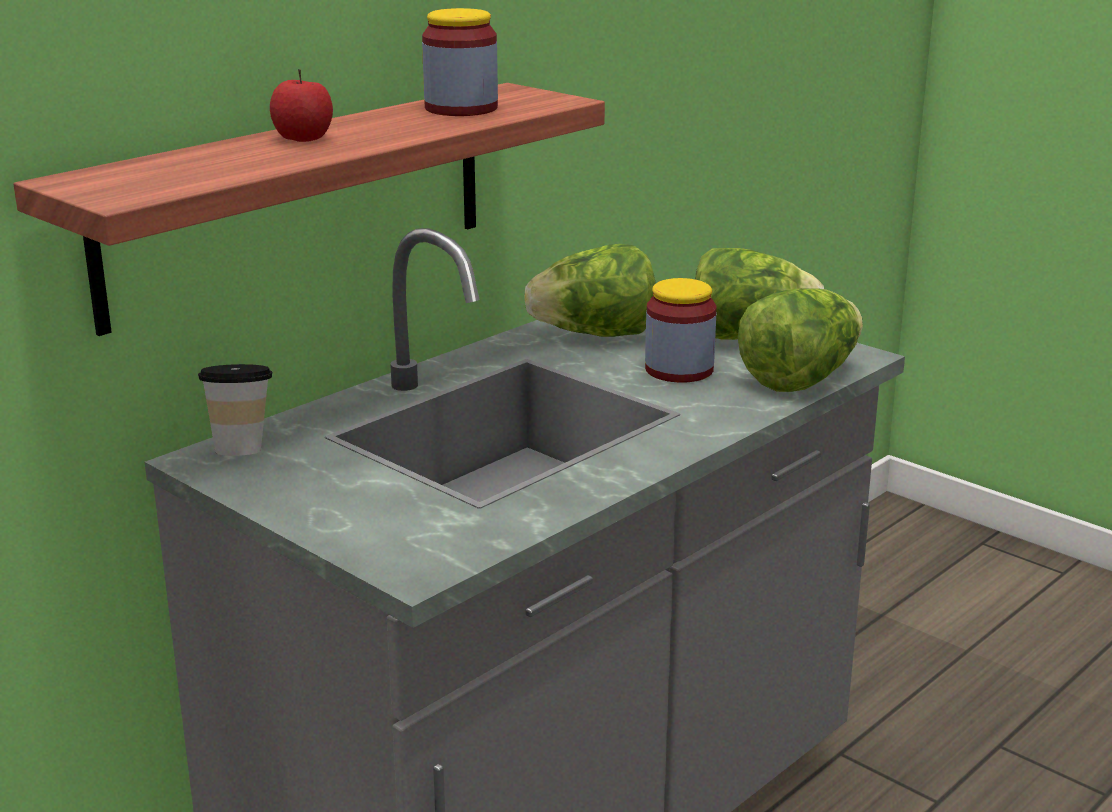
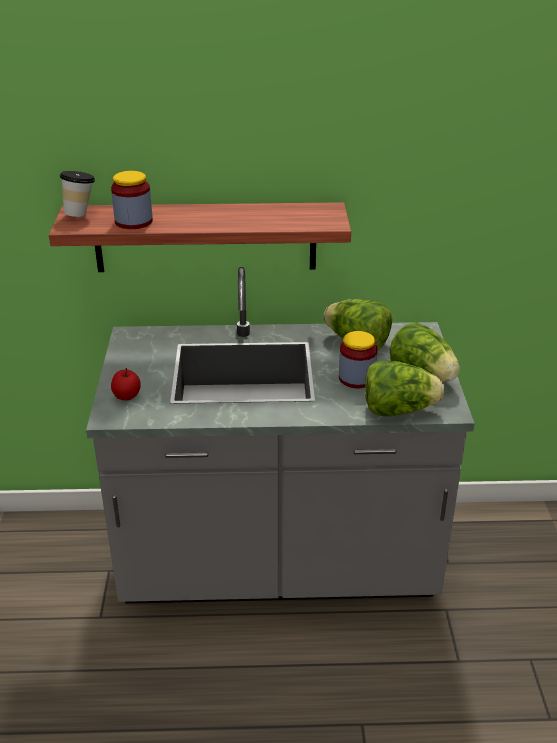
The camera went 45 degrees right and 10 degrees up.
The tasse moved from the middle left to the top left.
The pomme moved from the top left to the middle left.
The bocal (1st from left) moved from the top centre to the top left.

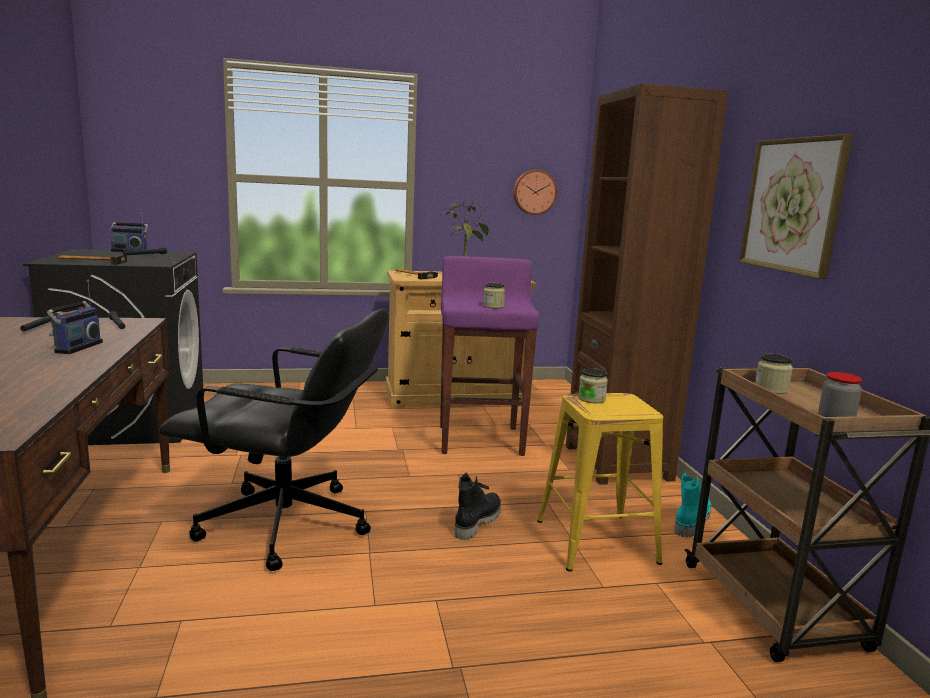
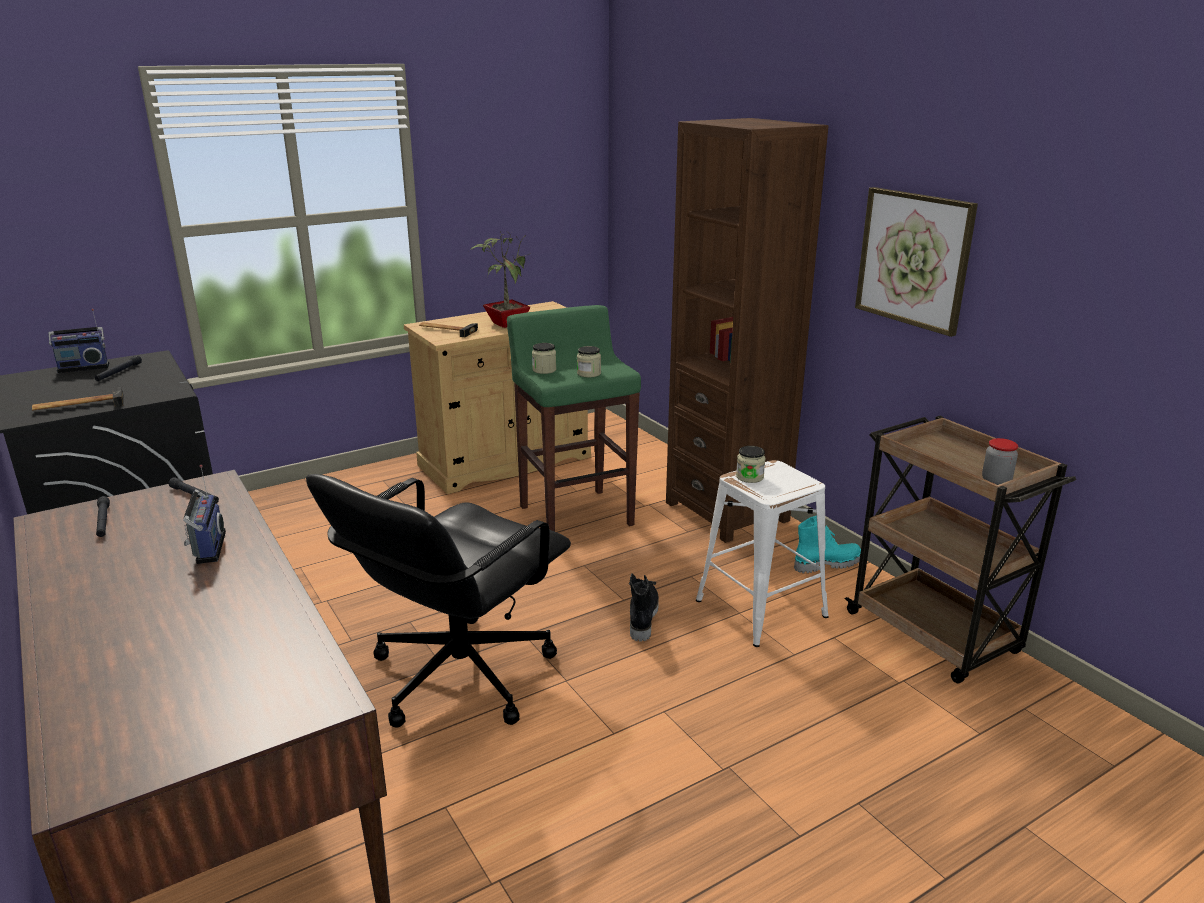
The camera went 20 degrees left and 10 degrees up.
The horloge murale at the top centre disappeared.
The bocal (3rd from left in the first image) moved from the middle right to the centre.
The tabouret (violet) at the centre became the tabouret (vert) at the centre.
The tabouret (jaune) at the bottom centre became the tabouret (blanc) at the centre.
The chaise de bureau (noir) at the middle left turned 135 degrees clockwise.
The botte (turquoise) at the bottom right turned 60 degrees clockwise.

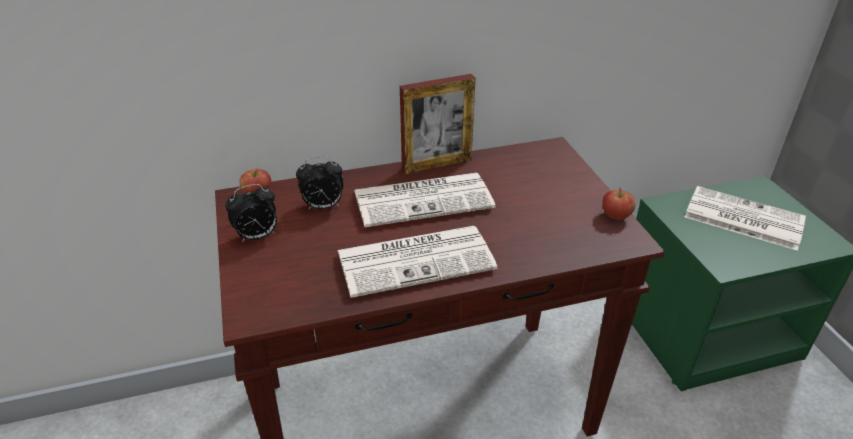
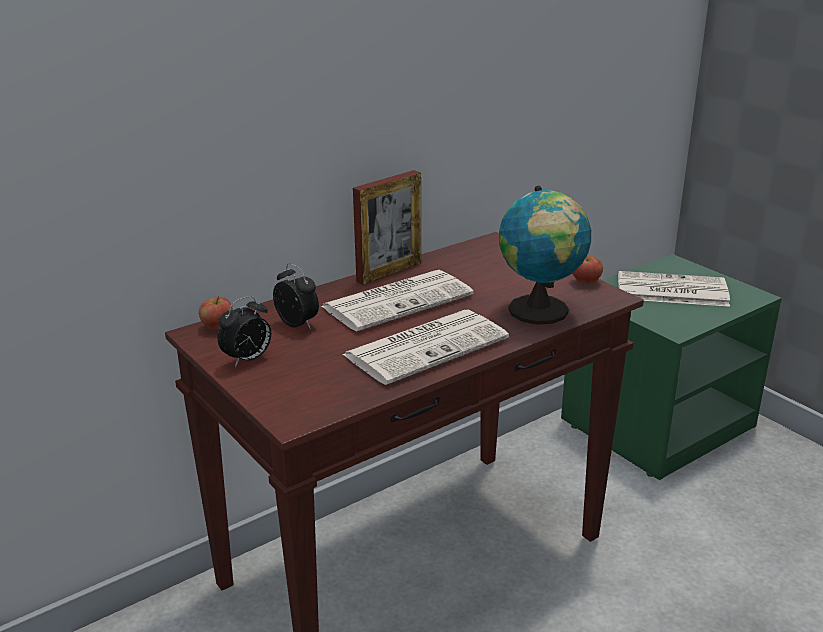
The camera went 20 degrees left and 10 degrees down.
The globe at the centre appeared.
The réveil (2nd from left) at the centre turned 105 degrees counterclockwise.

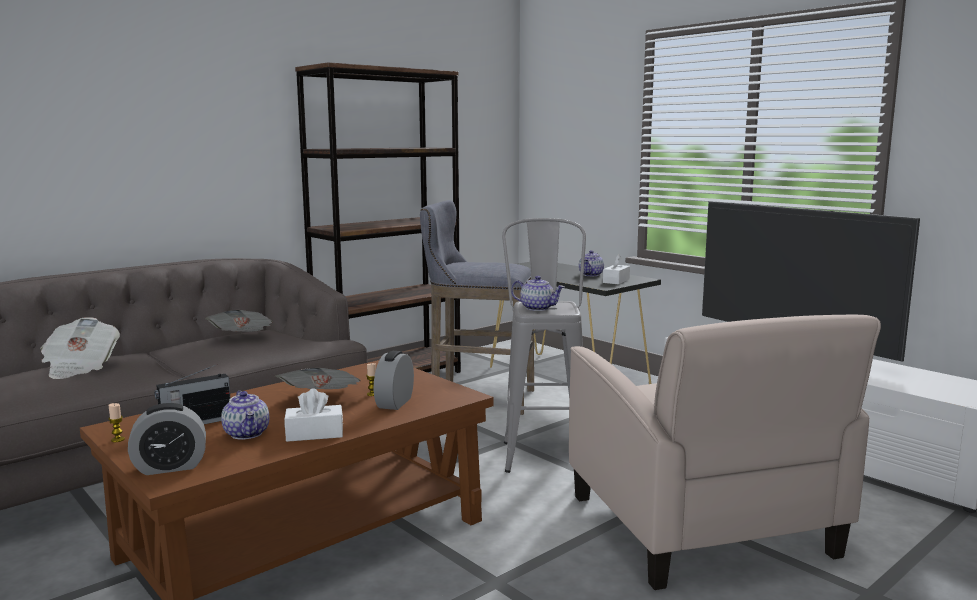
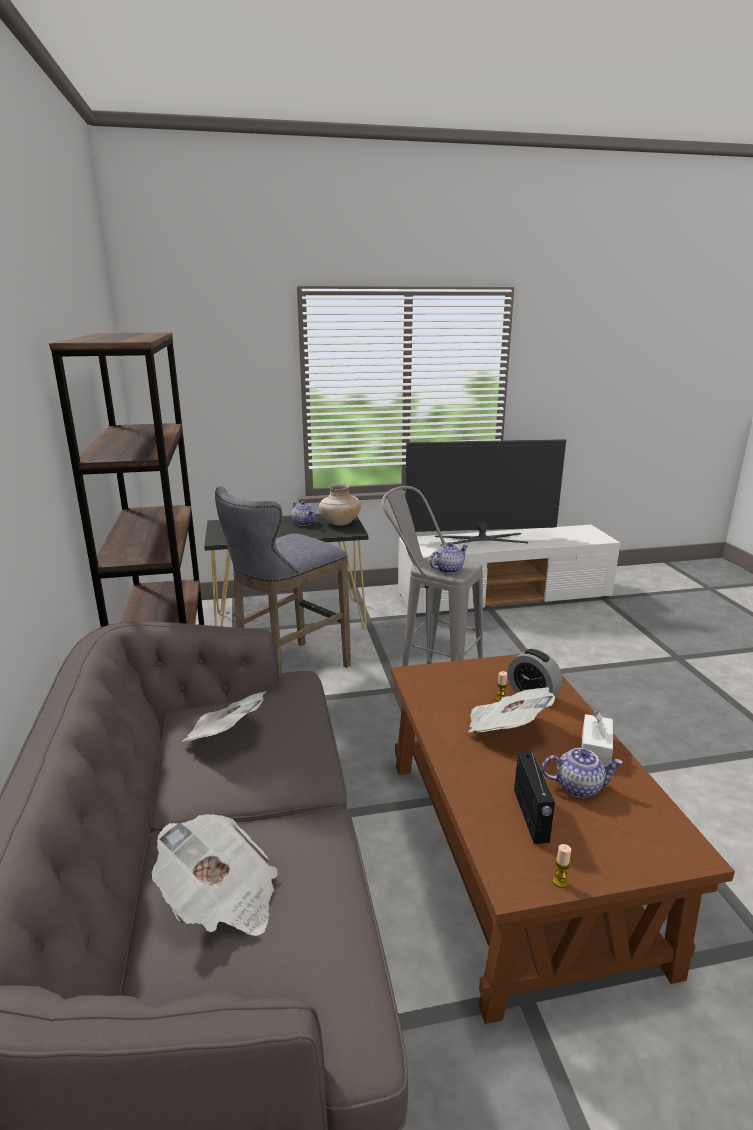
The camera went 60 degrees left and 10 degrees up.
The réveil (1st from left) at the bottom left disappeared.
The fauteuil (beige) at the bottom right disappeared.
The boîte à mouchoirs (blanc) (2nd from left) at the centre was replaced by the vase (beige) at the centre.

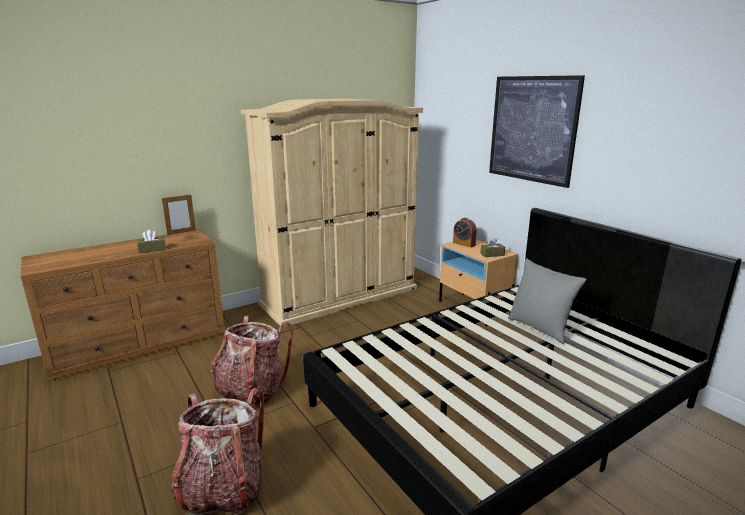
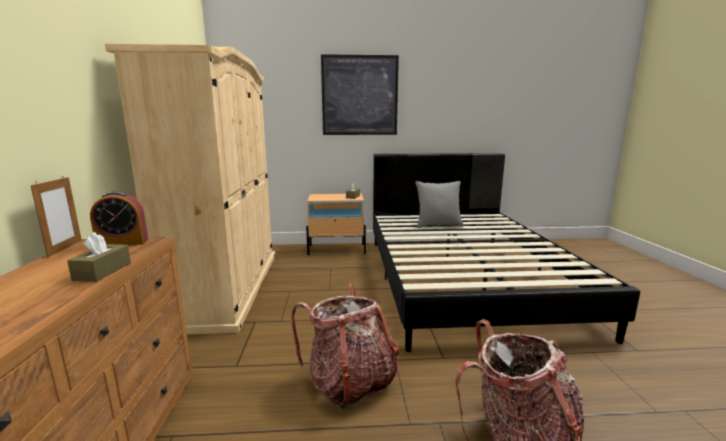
The camera went 60 degrees left and 5 degrees down.
The réveil moved from the centre to the middle left.

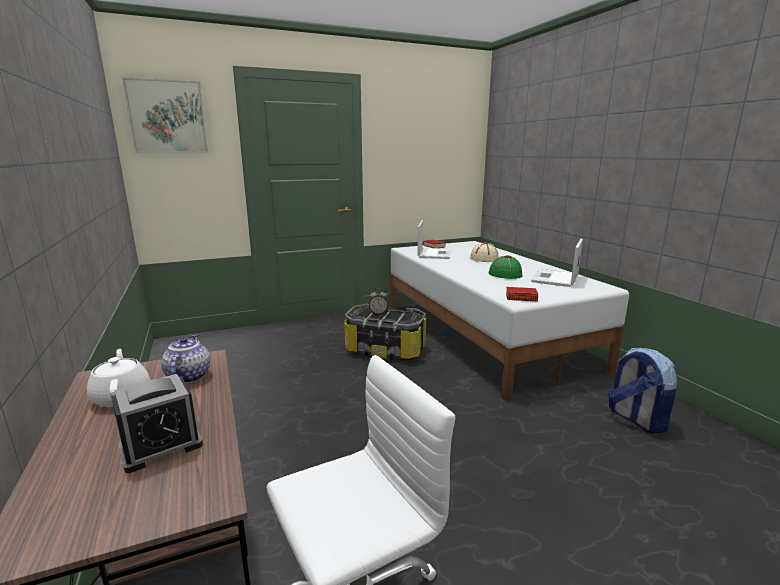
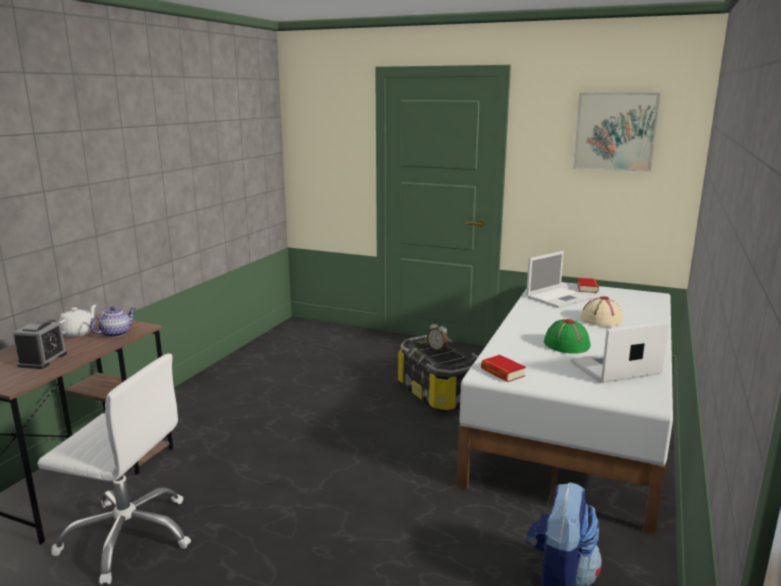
The camera went 45 degrees right and 0 degrees up.
The tableau moved from the top left to the top right.
The réveil (1st from left) at the bottom left turned 90 degrees counterclockwise.

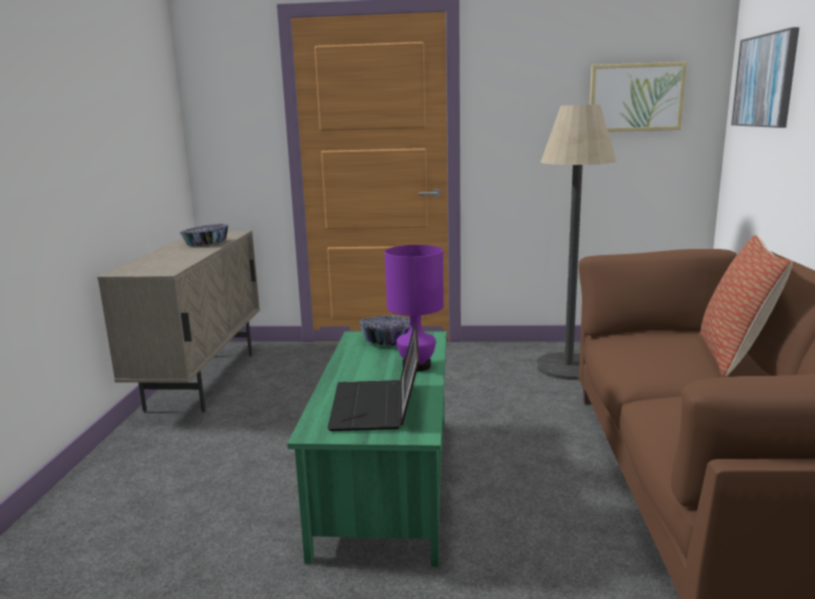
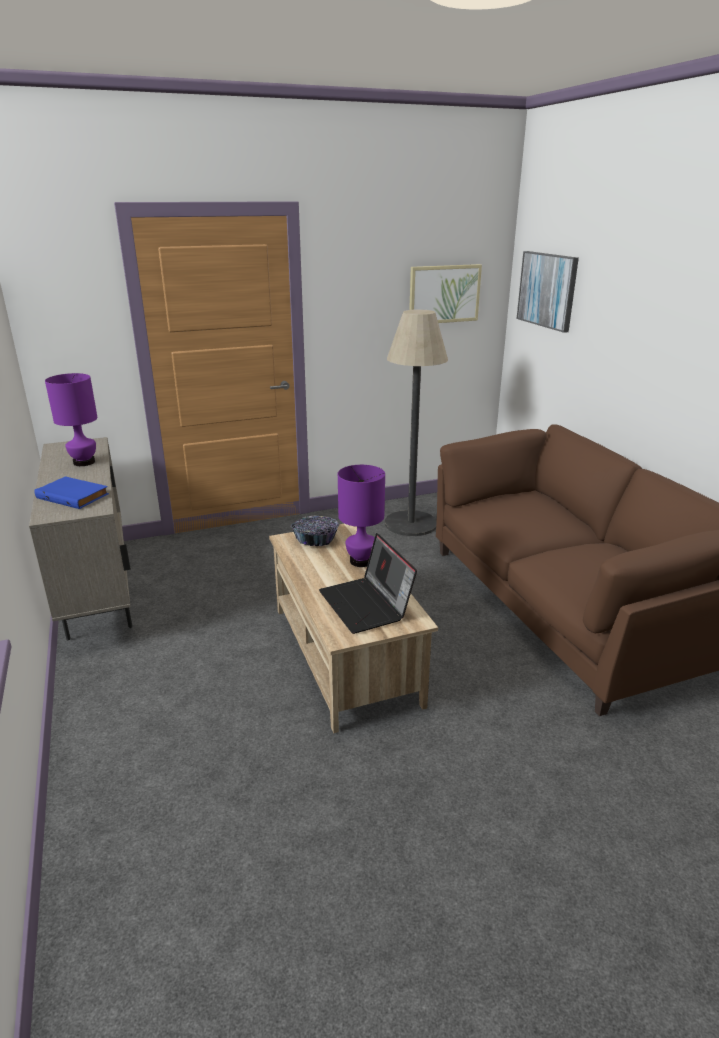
The camera went 25 degrees left and 10 degrees up.
The coussin at the middle right disappeared.
The livre (bleu) at the middle left appeared.
The bol (1st from left) at the middle left was replaced by the lampe de table (violet) (1st from left) at the middle left.
The table basse (vert) at the bottom centre became the table basse (beige) at the centre.

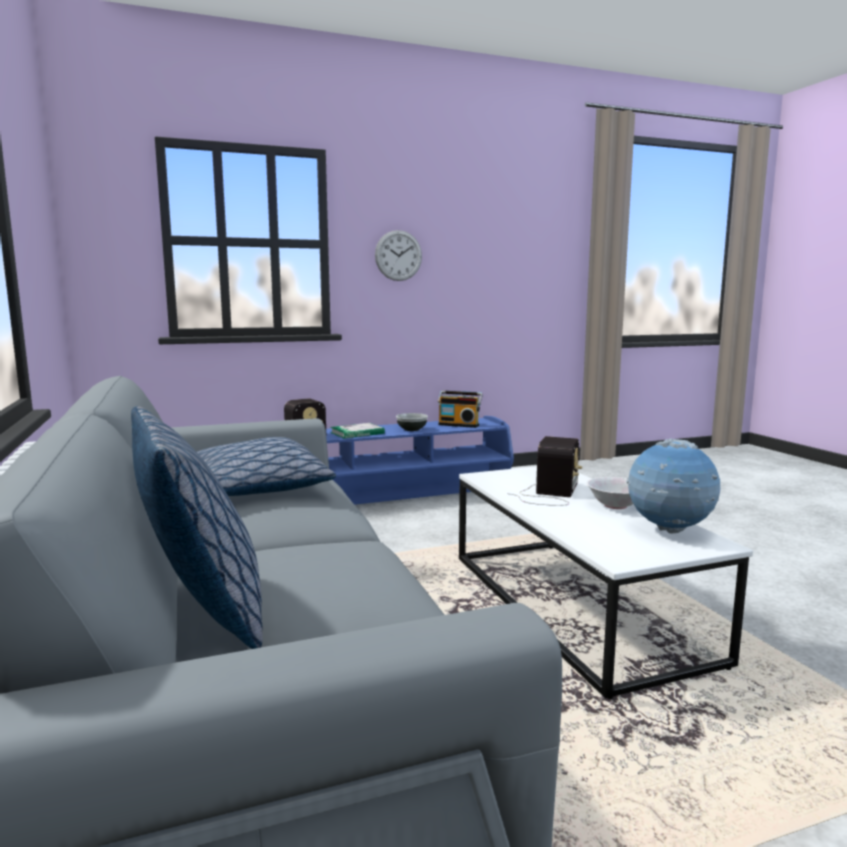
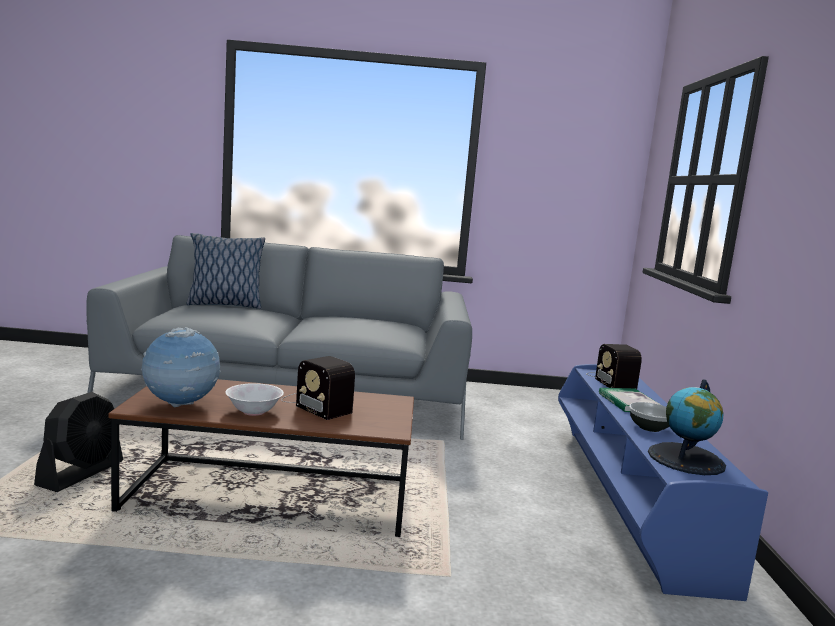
The camera went 110 degrees right and 0 degrees up.
The coussin (2nd from left) at the middle left disappeared.
The horloge murale at the top centre disappeared.
The ventilateur (noir) at the bottom left appeared.
The radio (2nd from left) at the centre was replaced by the globe (2nd from left) at the bottom right.
The table basse (blanc) at the bottom right became the table basse (marron) at the bottom left.

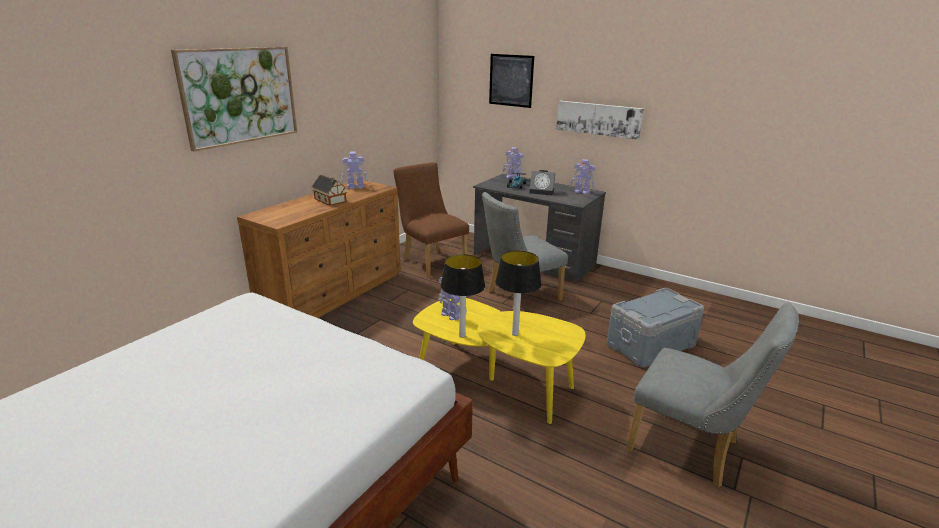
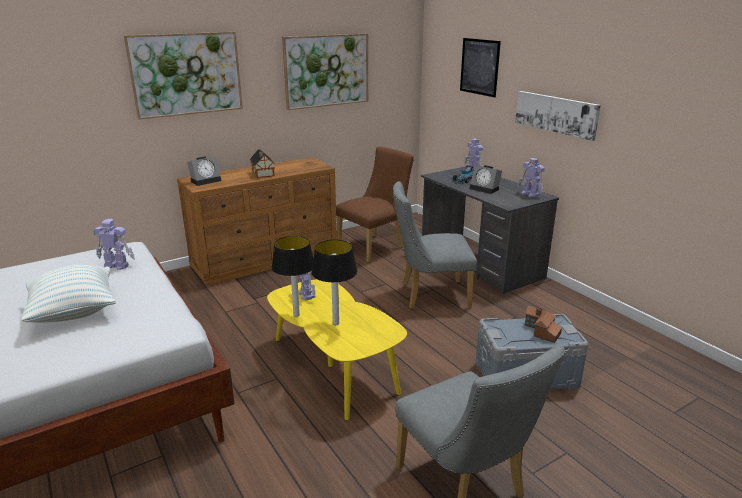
The camera went 25 degrees right and 0 degrees up.
The coussin at the middle left appeared.
The réveil (1st from left) at the middle left appeared.
The tableau (2nd from left) at the top centre appeared.
The maison miniature (2nd from left) at the middle right appeared.
The robot jouet (1st from left) moved from the top centre to the middle left.
The chaise (marron) at the centre turned 60 degrees clockwise.

